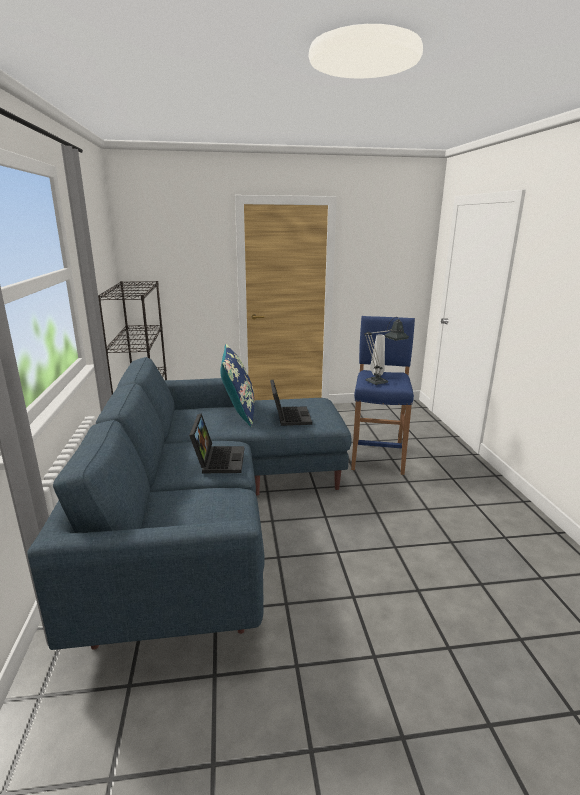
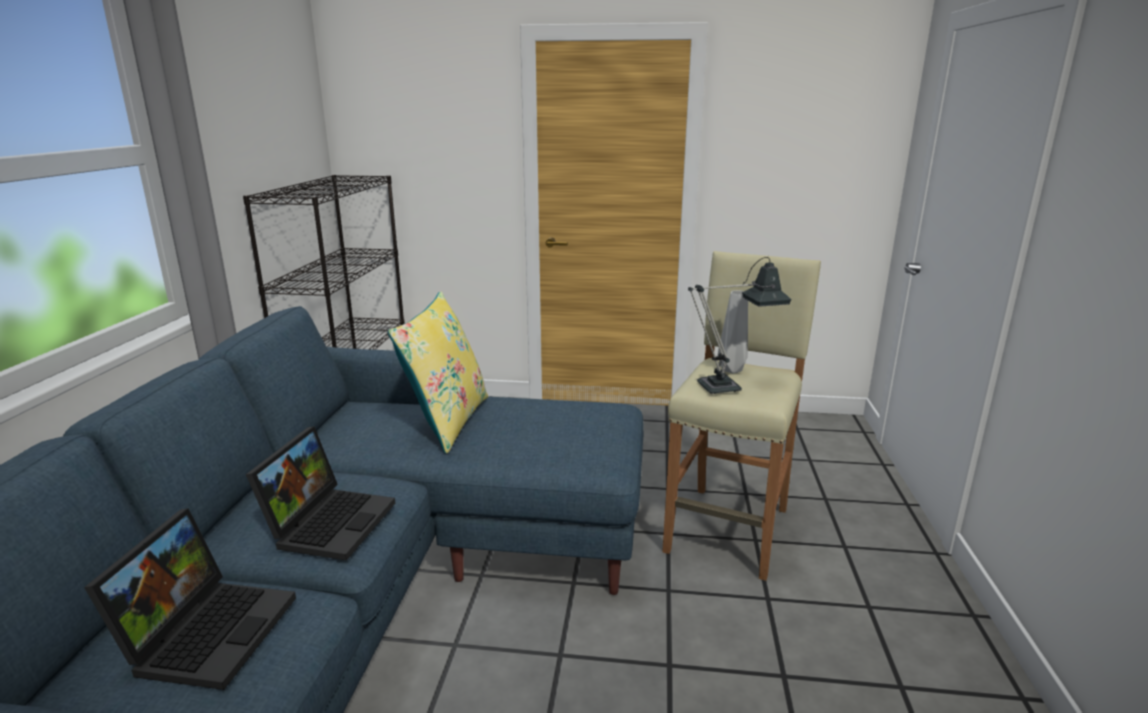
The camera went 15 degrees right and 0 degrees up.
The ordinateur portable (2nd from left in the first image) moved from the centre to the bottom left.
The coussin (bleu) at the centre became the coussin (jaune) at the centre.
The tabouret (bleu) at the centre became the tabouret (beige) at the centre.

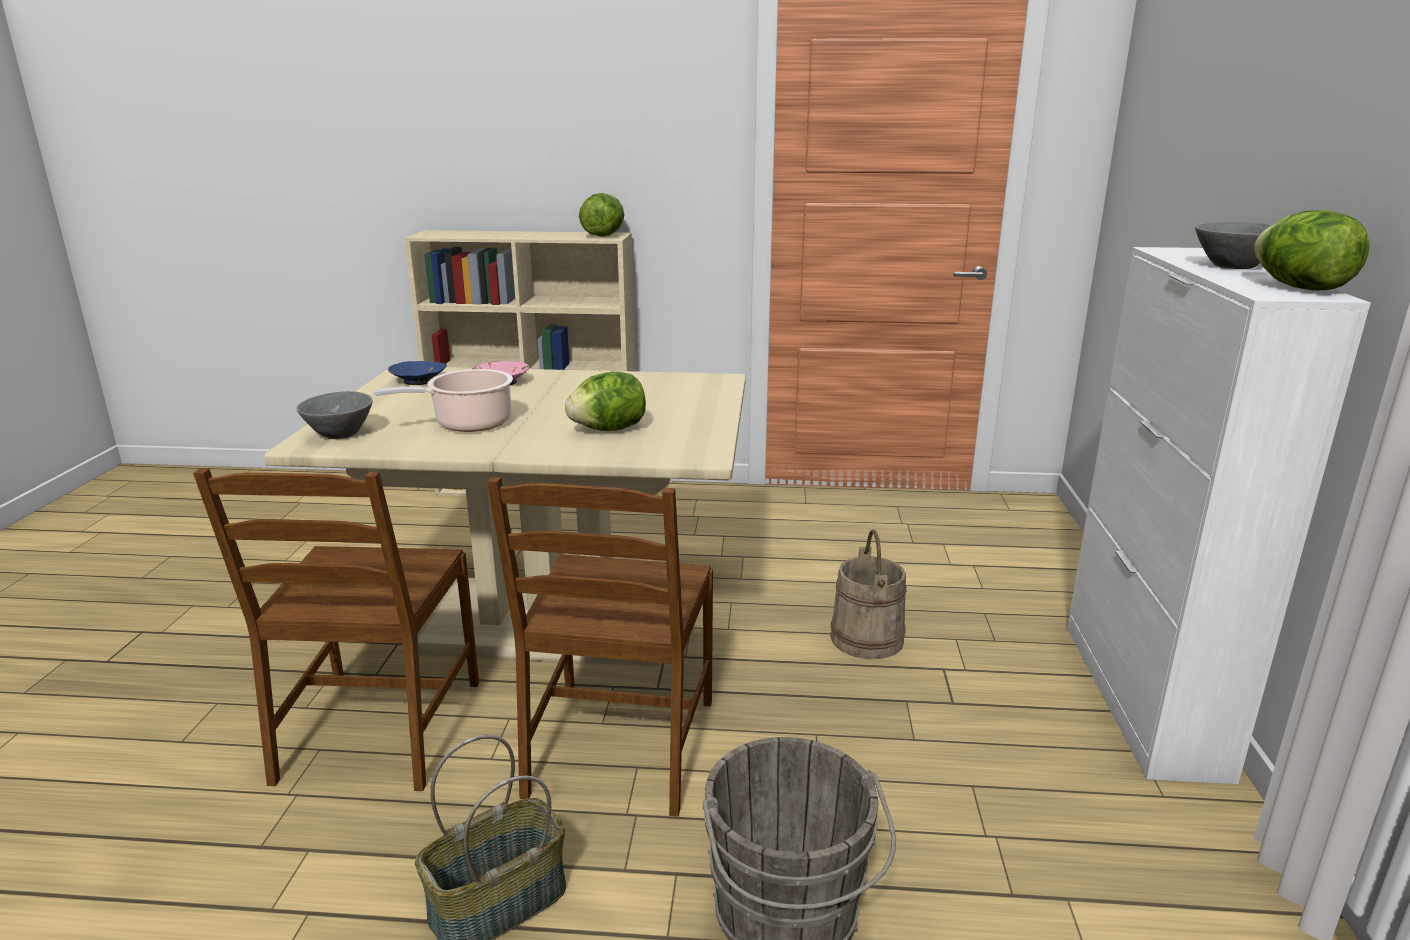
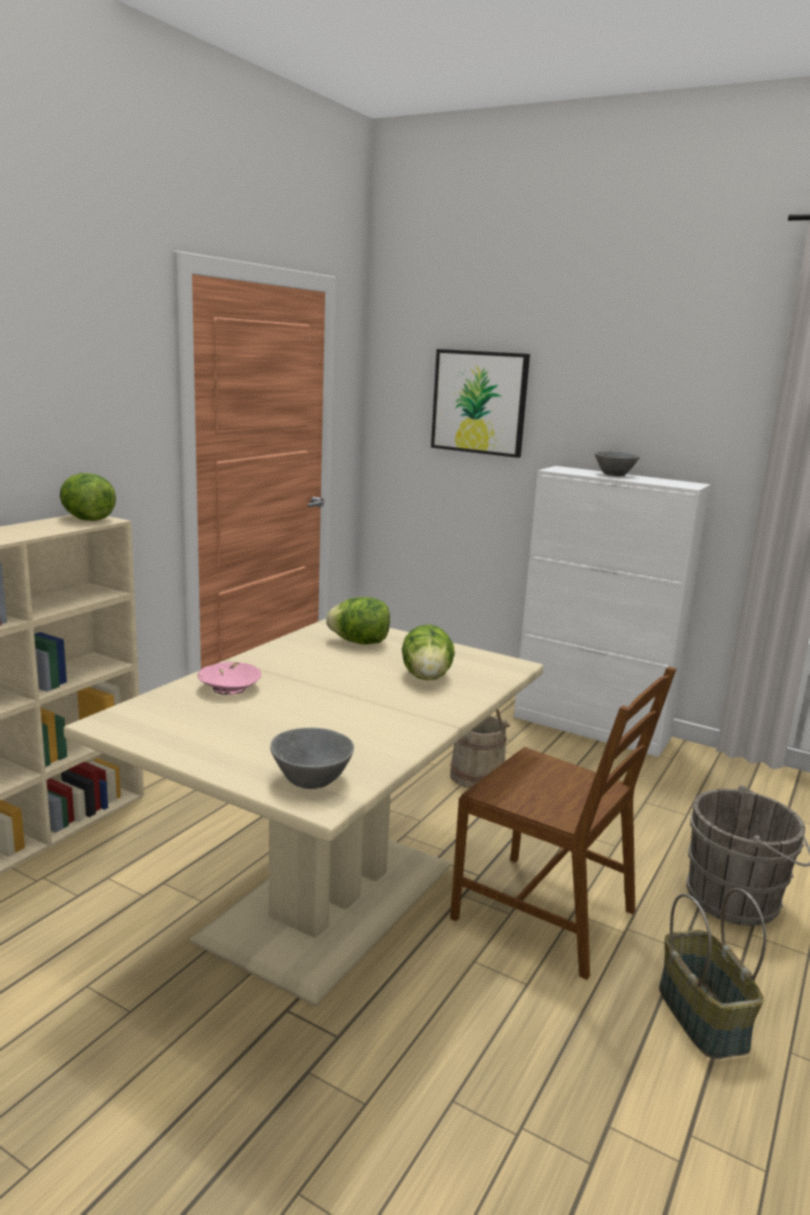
The camera went 65 degrees left and 5 degrees down.
The chaise (marron) (1st from left) at the bottom left disappeared.
The marmite at the middle left disappeared.
The bol (bleu) at the middle left disappeared.
The tableau at the top centre appeared.
The laitue (3rd from left in the first image) moved from the top right to the centre.

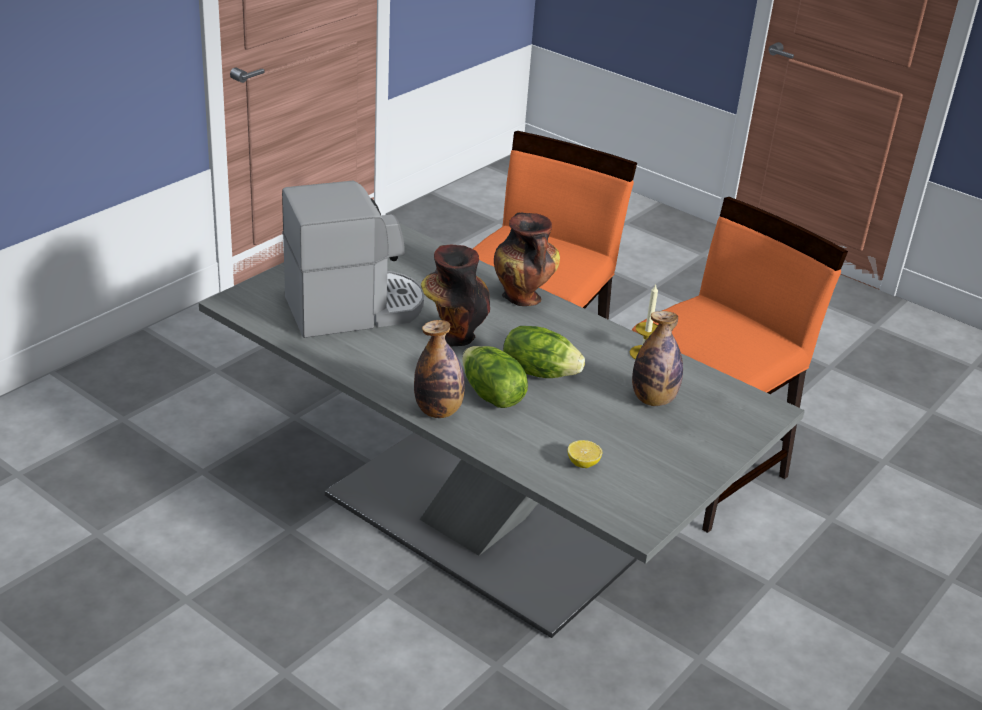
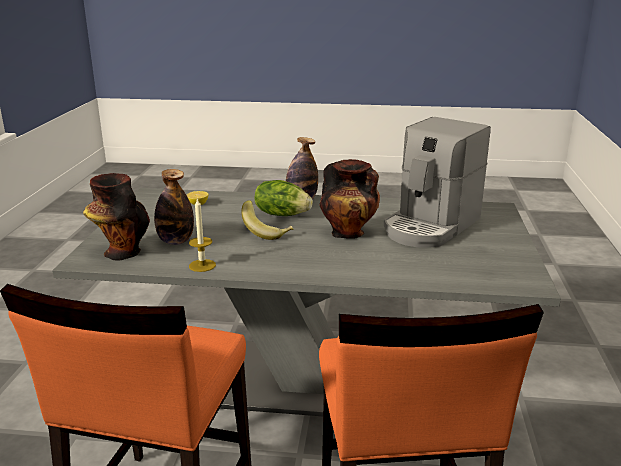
The camera went 150 degrees right and 10 degrees down.
The vase (2nd from left in the first image) moved from the centre to the middle left.
The laitue (2nd from left) at the centre was replaced by the banane at the centre.

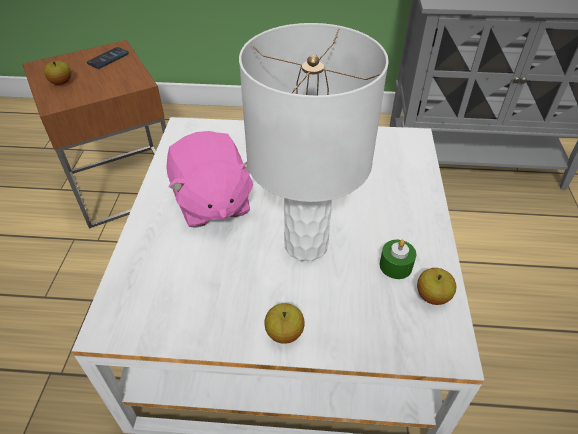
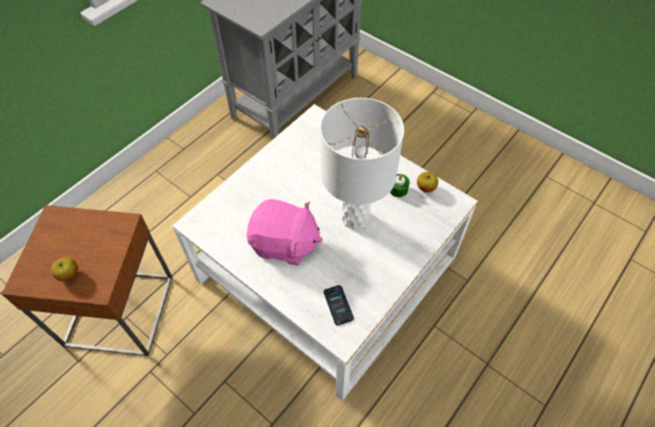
The camera went 55 degrees left and 10 degrees up.
The pomme (2nd from left) at the bottom centre disappeared.
The téléphone moved from the top left to the bottom centre.

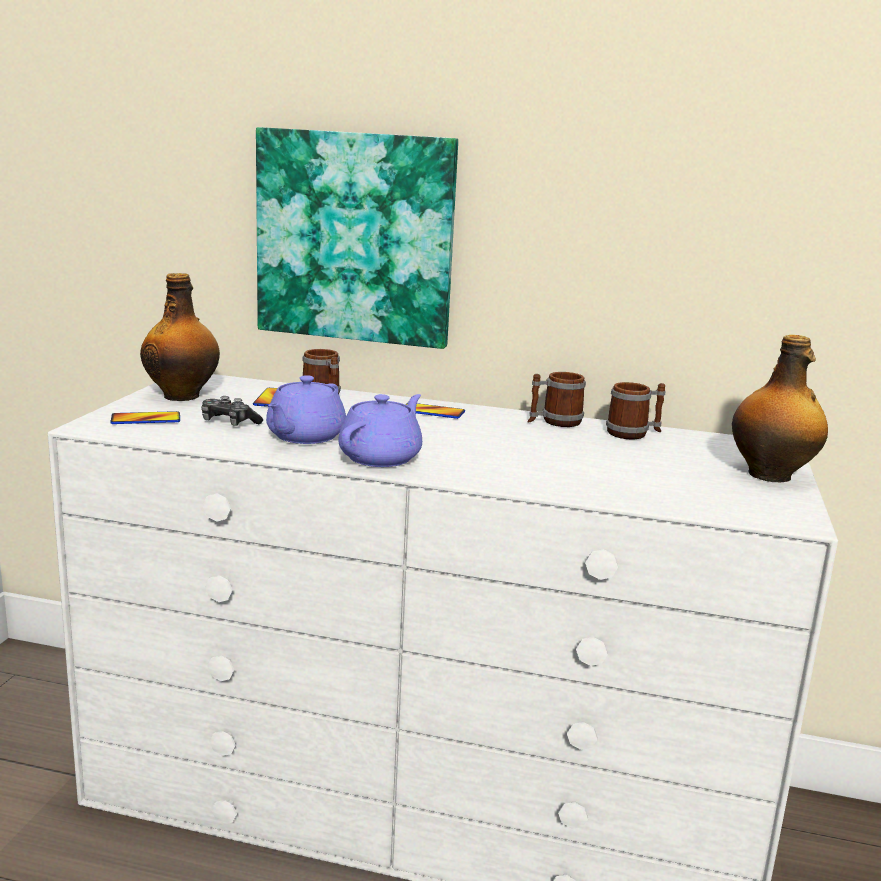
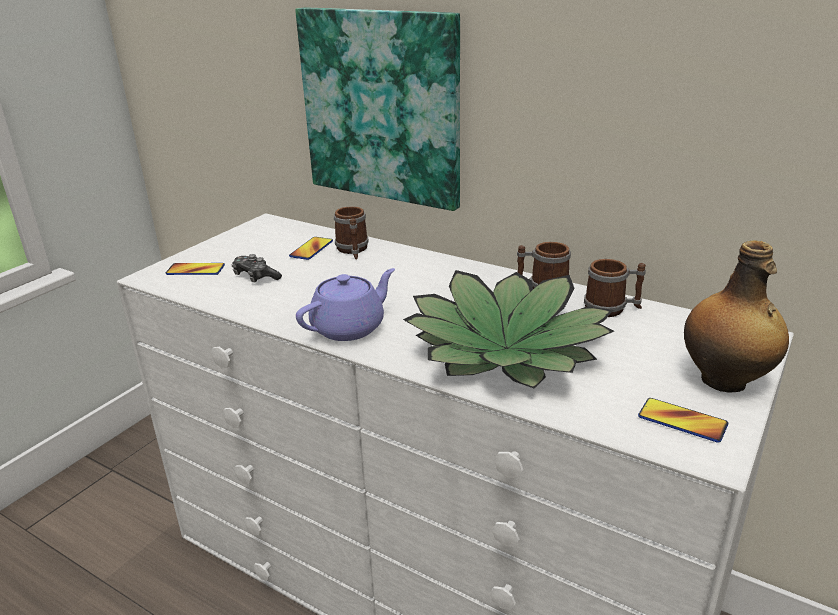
The camera went 20 degrees right and 10 degrees up.
The bouteille (1st from left) at the middle left disappeared.
The théière (violet) (1st from left) at the centre disappeared.
The plante en pot at the centre appeared.
The téléphone (3rd from left) moved from the centre to the bottom right.

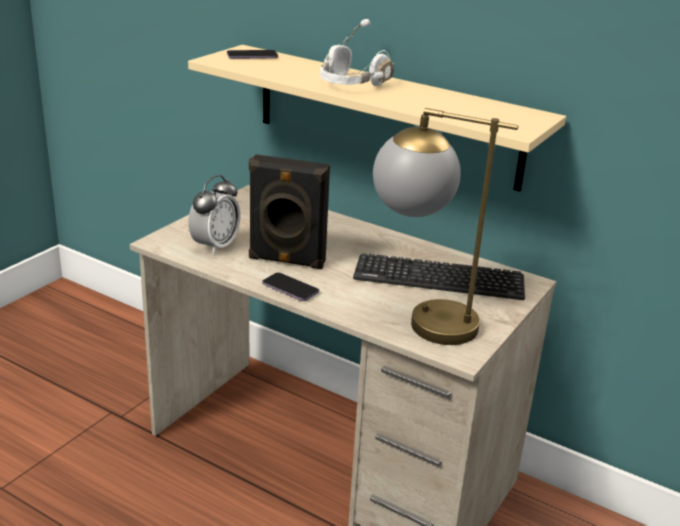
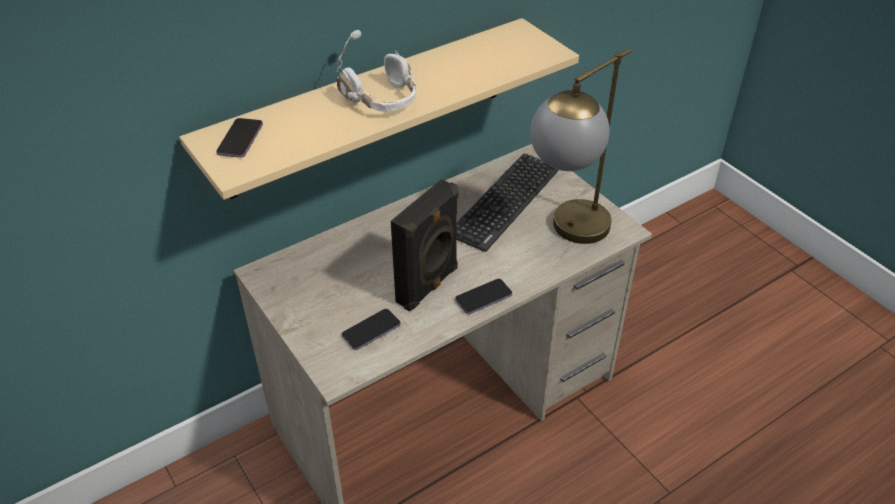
The camera went 65 degrees left and 15 degrees up.
The réveil at the middle left was replaced by the téléphone (2nd from left) at the centre.

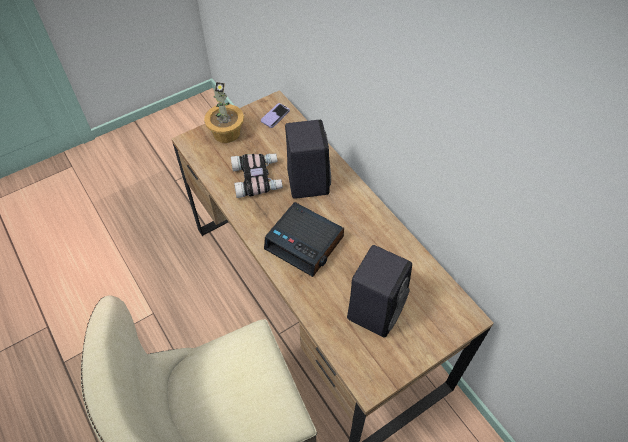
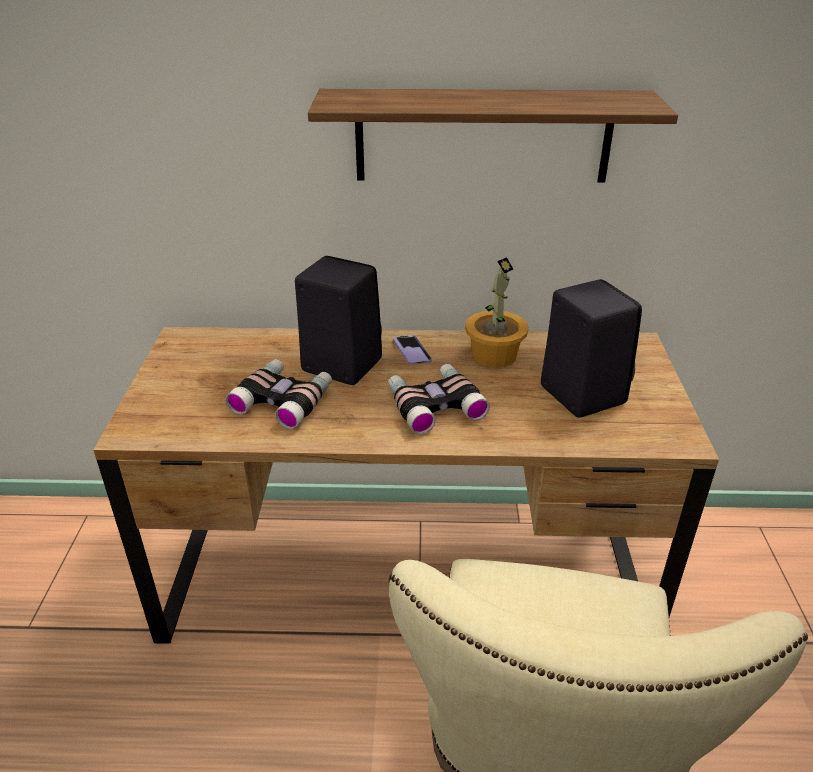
The camera went 55 degrees left and 20 degrees down.
The étagère at the top centre appeared.
The plante en pot moved from the top centre to the centre.
The téléphone moved from the top centre to the centre.
The réveil at the centre was replaced by the jumelles (2nd from left) at the centre.

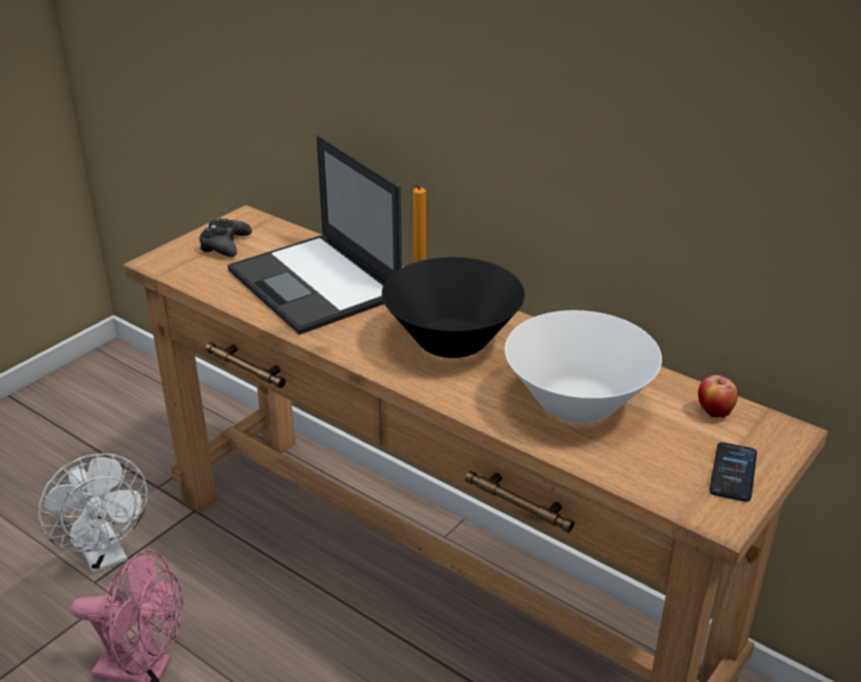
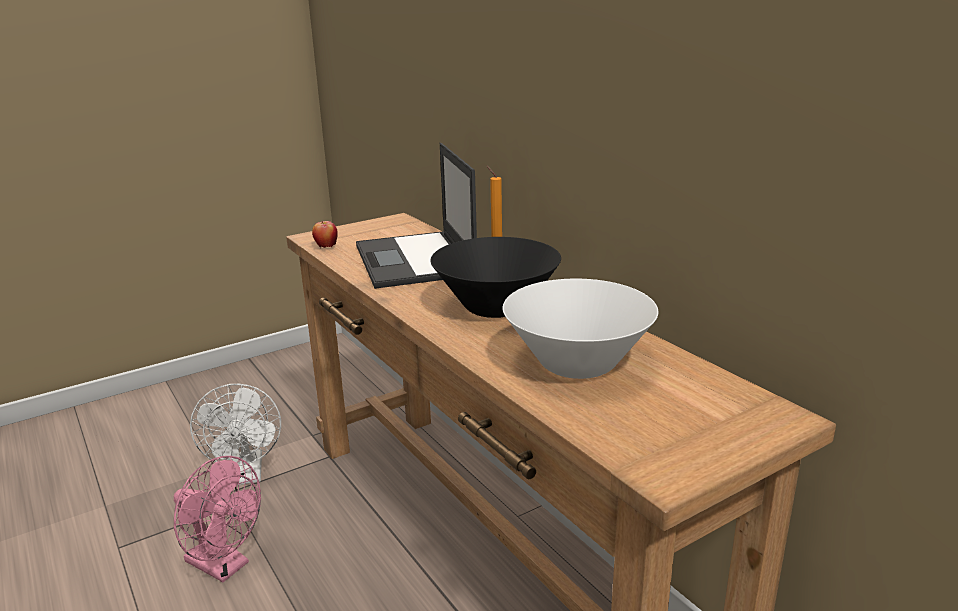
The camera went 20 degrees right and 10 degrees down.
The manette (noir) at the middle left disappeared.
The téléphone at the bottom right disappeared.
The pomme moved from the middle right to the centre.

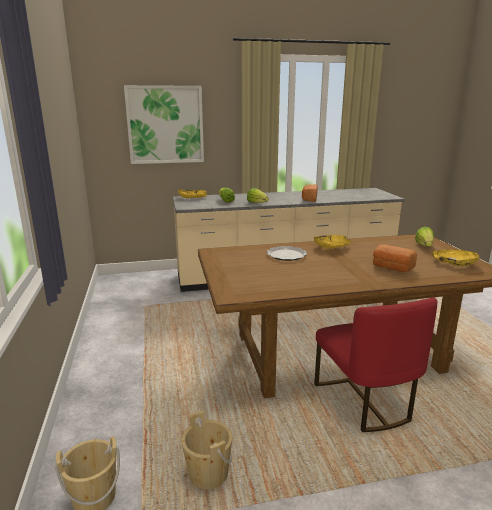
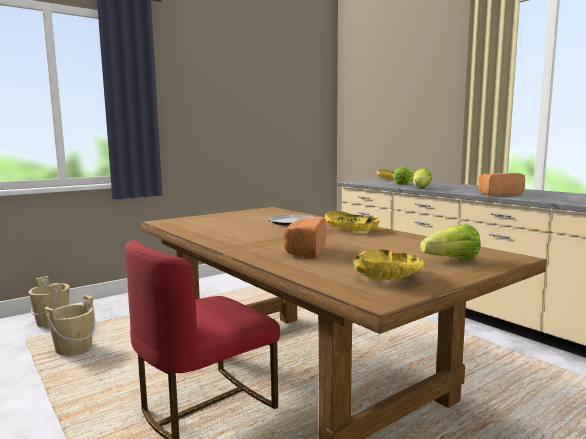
The camera went 65 degrees right and 10 degrees down.
The tableau at the top centre disappeared.

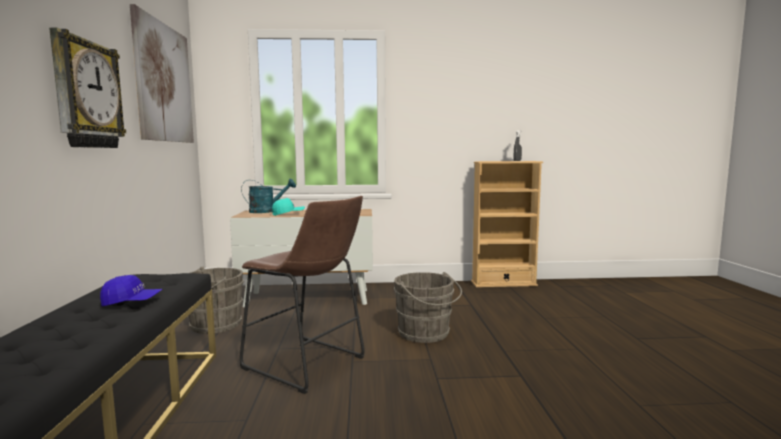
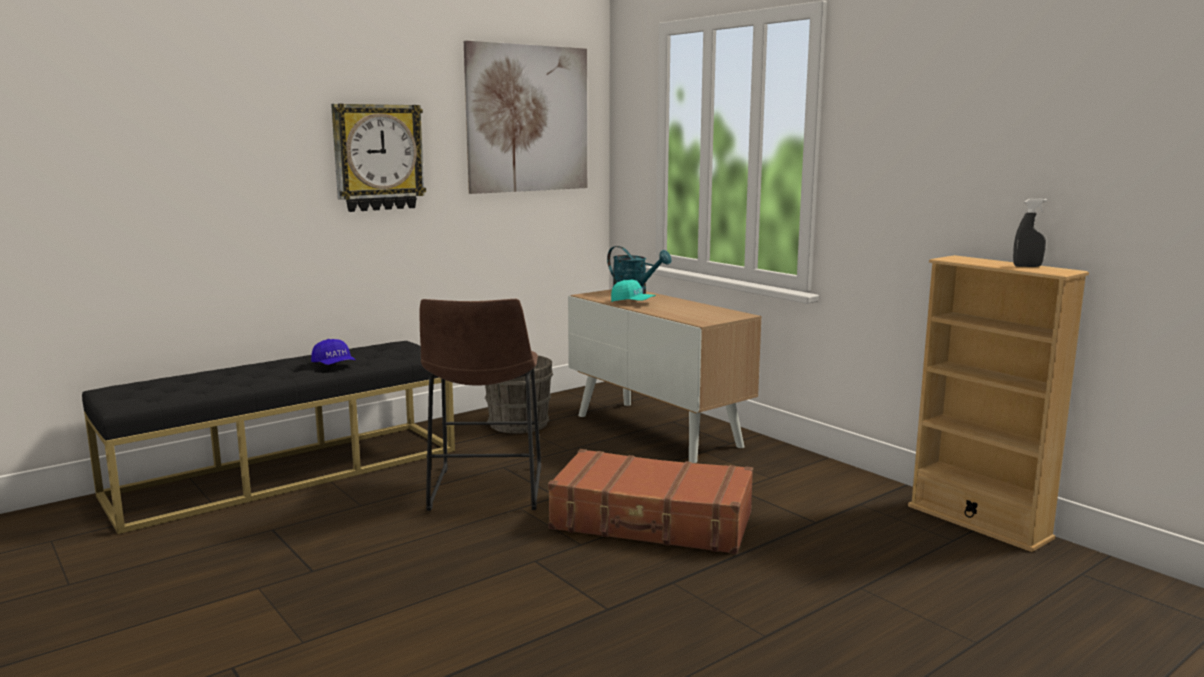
The camera went 55 degrees right and 5 degrees up.
The seau (gris) (2nd from left) at the bottom centre was replaced by the valise (marron) at the bottom centre.

